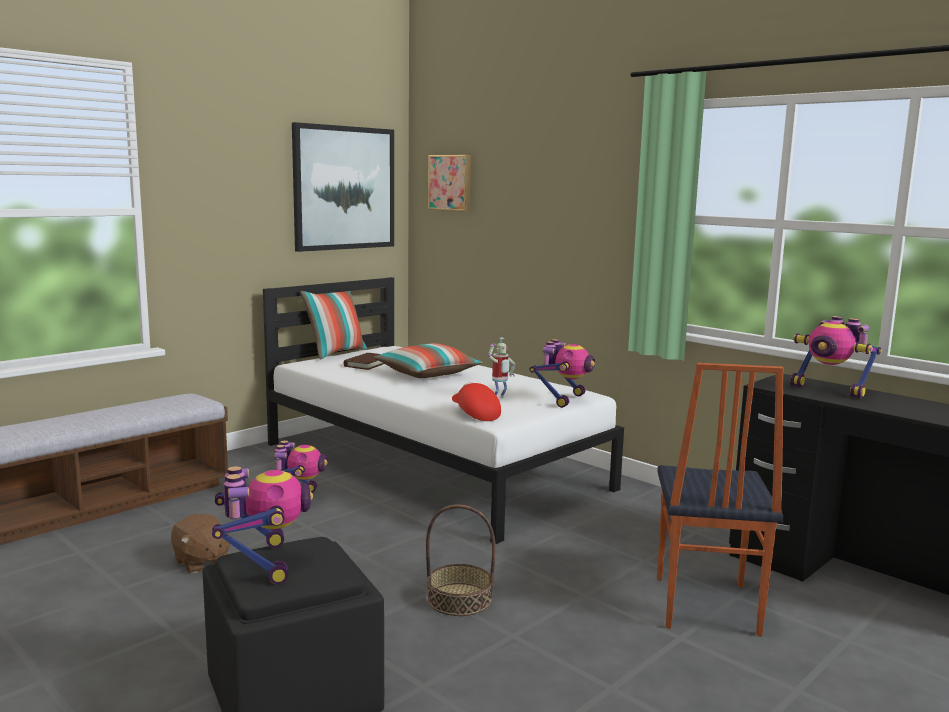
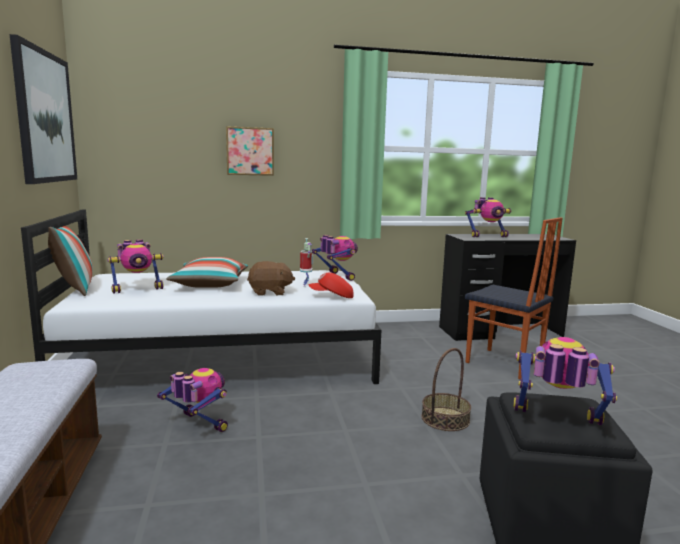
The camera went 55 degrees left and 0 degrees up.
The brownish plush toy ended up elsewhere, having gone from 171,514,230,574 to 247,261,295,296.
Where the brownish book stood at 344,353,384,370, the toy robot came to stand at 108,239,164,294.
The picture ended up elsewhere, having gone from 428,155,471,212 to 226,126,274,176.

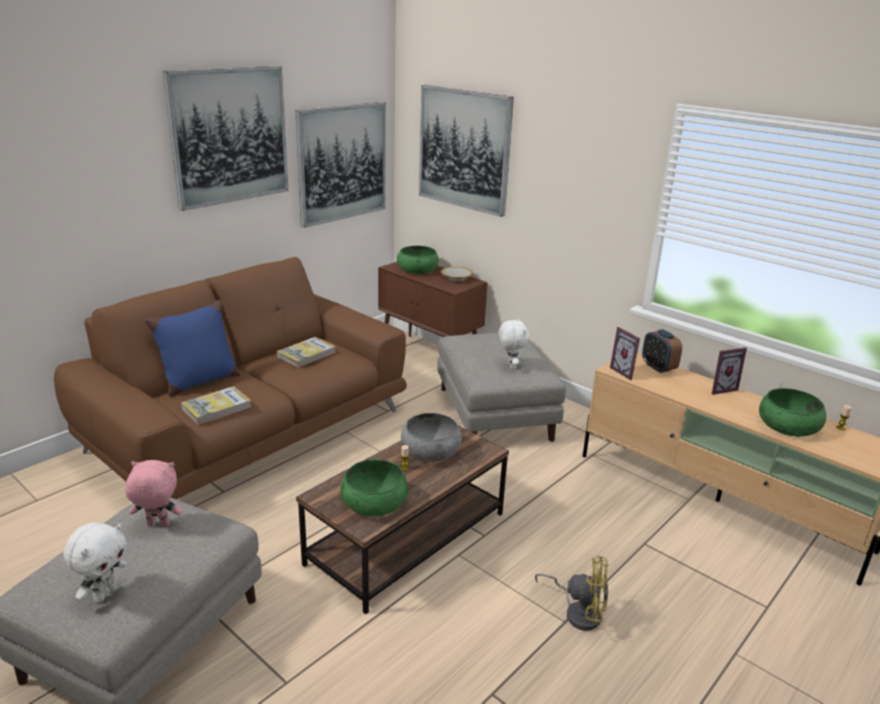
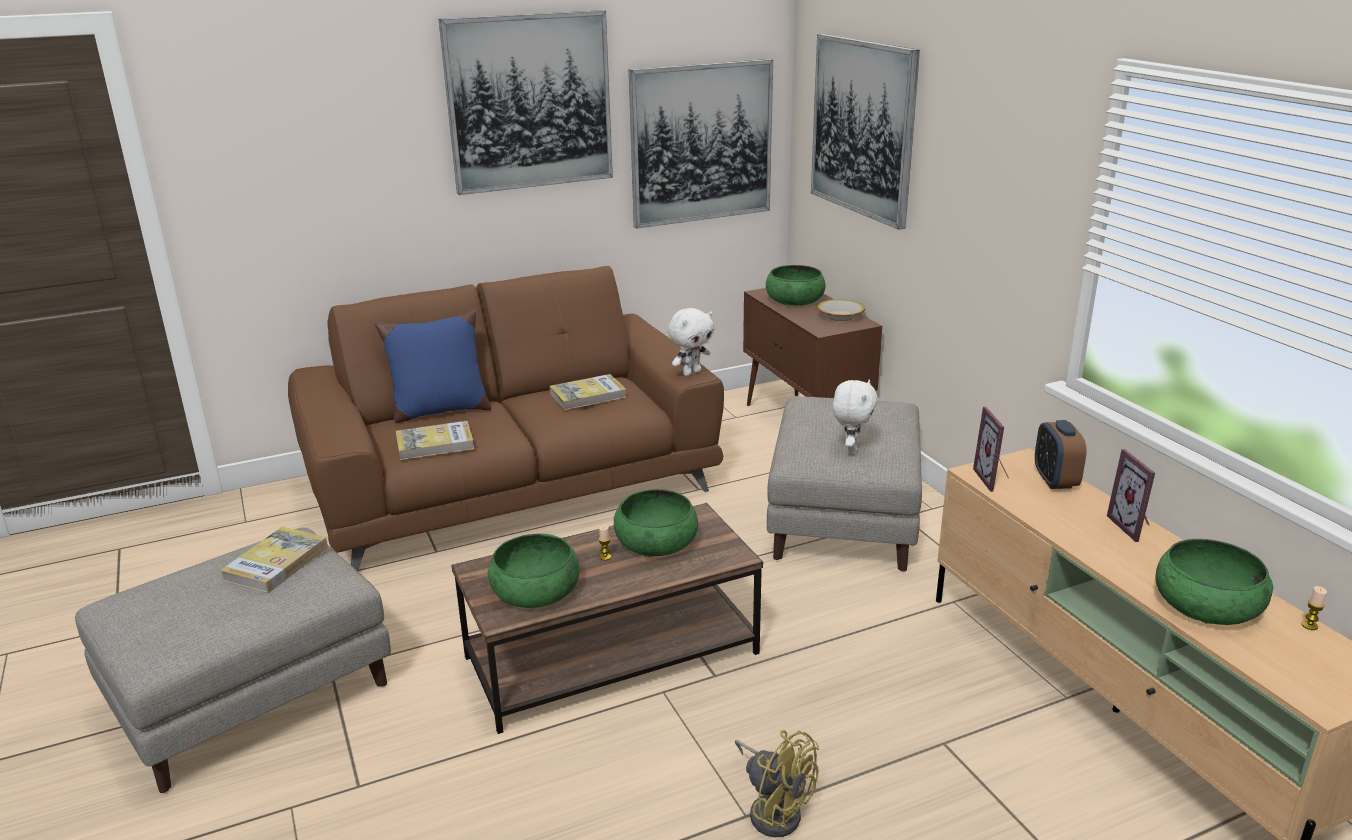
The camera went 25 degrees right and 0 degrees up.
The white-coloured plush toy ended up elsewhere, having gone from 63,522,127,603 to 668,308,714,376.
Where the pinkish plush toy stood at 125,460,182,526, the book came to stand at 220,527,328,593.
What was the greyish bowl at 401,413,462,462 turned into the greenish bowl at 614,489,698,557.
The picture frame at 712,347,747,395 ended up facing another way, 75 degrees clockwise from before.

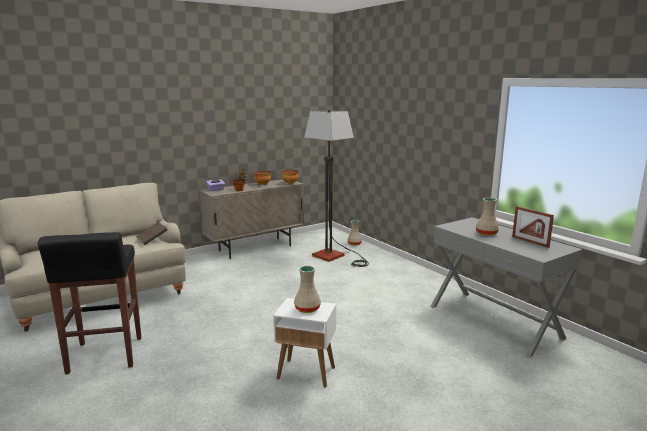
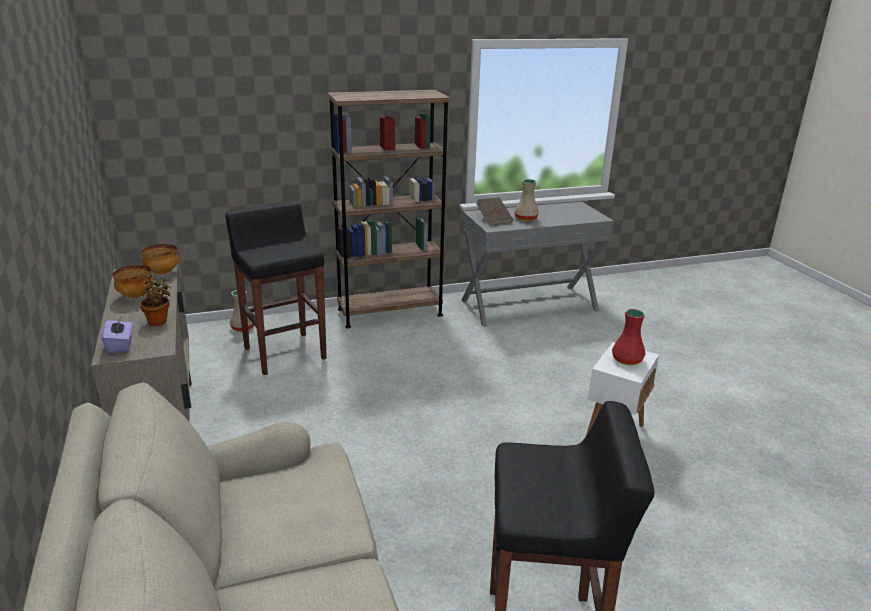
The camera went 75 degrees left and 10 degrees up.
The brownish book ended up elsewhere, having gone from 135,222,167,245 to 476,197,513,225.
What was the beige-coloured flower vase at 294,266,321,313 turned into the red-coloured flower vase at 612,309,646,365.
Where the standing lamp stood at 304,109,369,267, the black-coloured stool seat came to stand at 225,202,327,375.
The second view lost the picture frame at 512,206,554,248.
The second view gained the brownish shelving unit at 327,90,451,328.

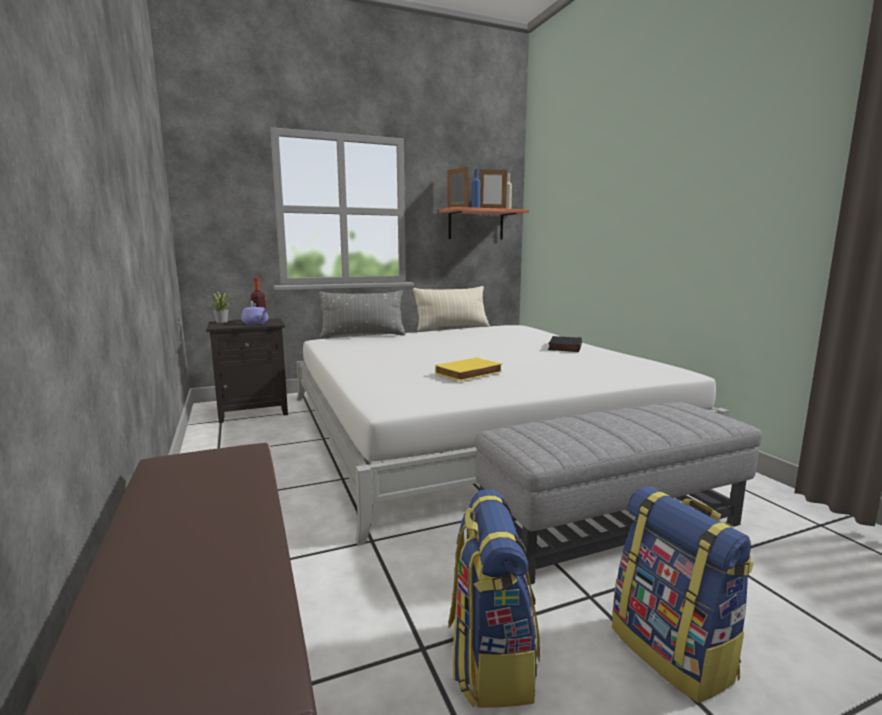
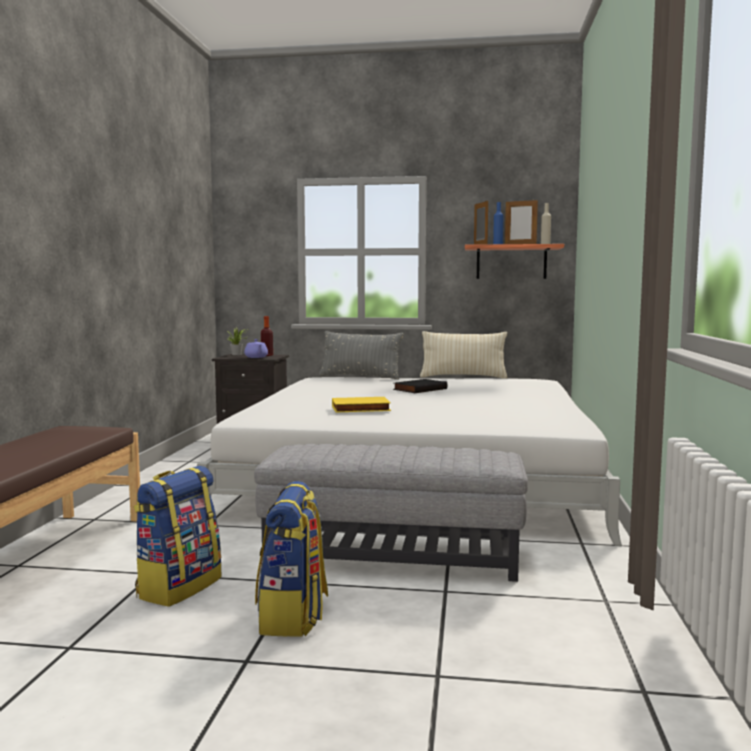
The camera went 30 degrees right and 5 degrees down.
The black-coloured book ended up elsewhere, having gone from 548,336,582,352 to 393,379,447,393.

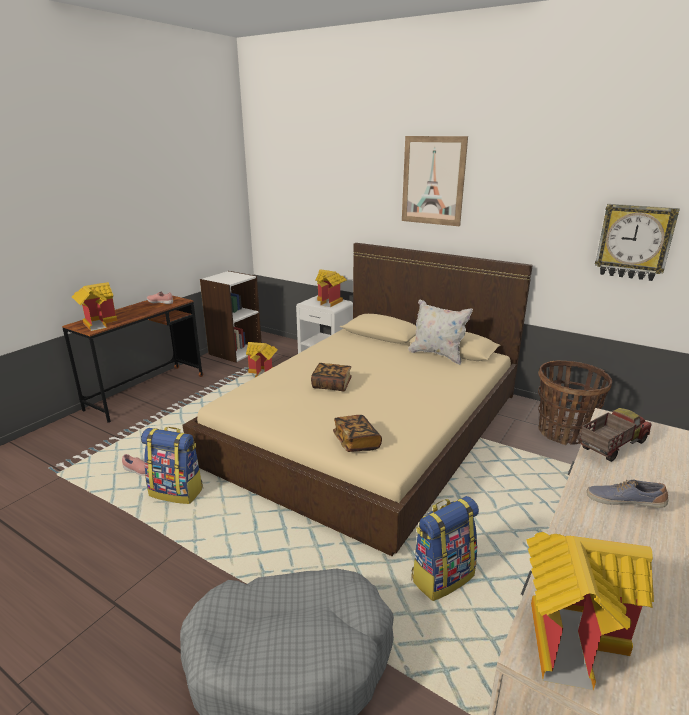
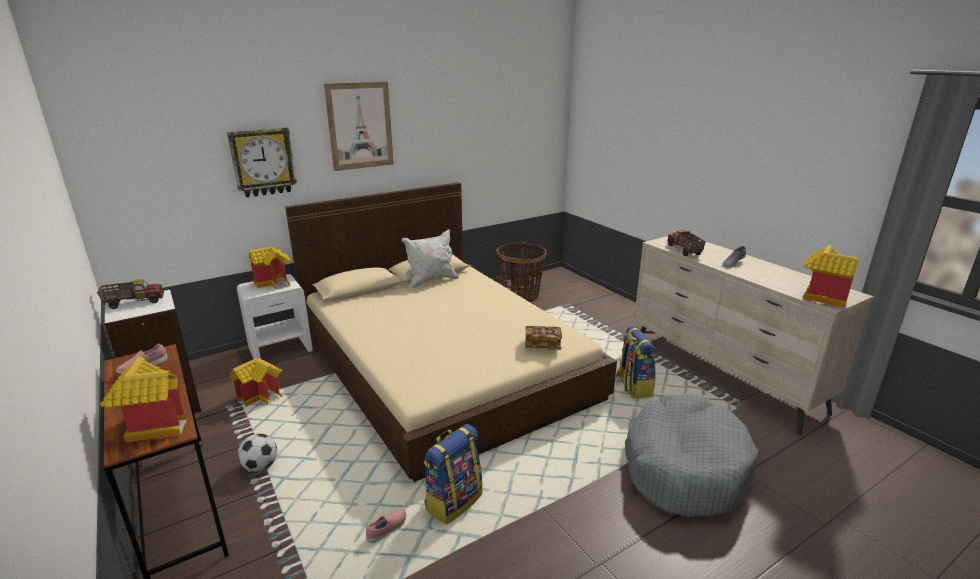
The camera went 65 degrees left and 0 degrees up.
The second view lost the book at 311,363,352,391.
The hanging clock ended up elsewhere, having gone from 595,204,680,281 to 227,128,297,198.
The second view gained the toy lorry at 97,279,164,309.
The second view gained the ball for football at 238,434,277,472.

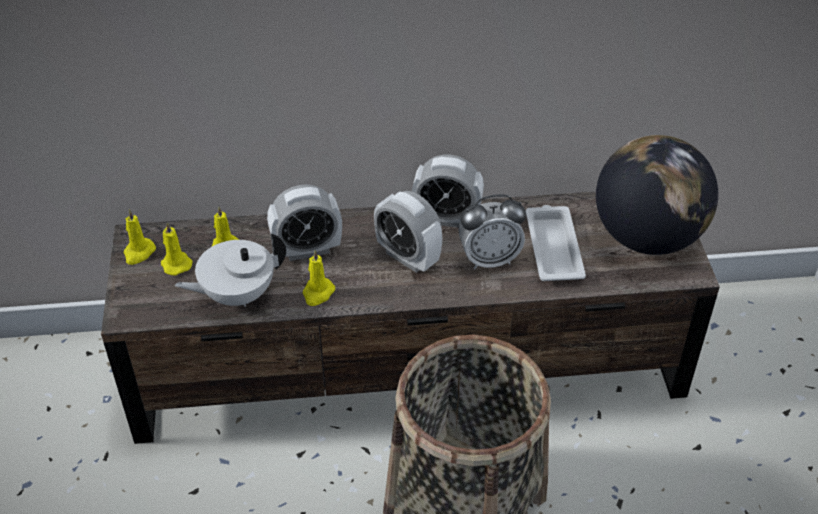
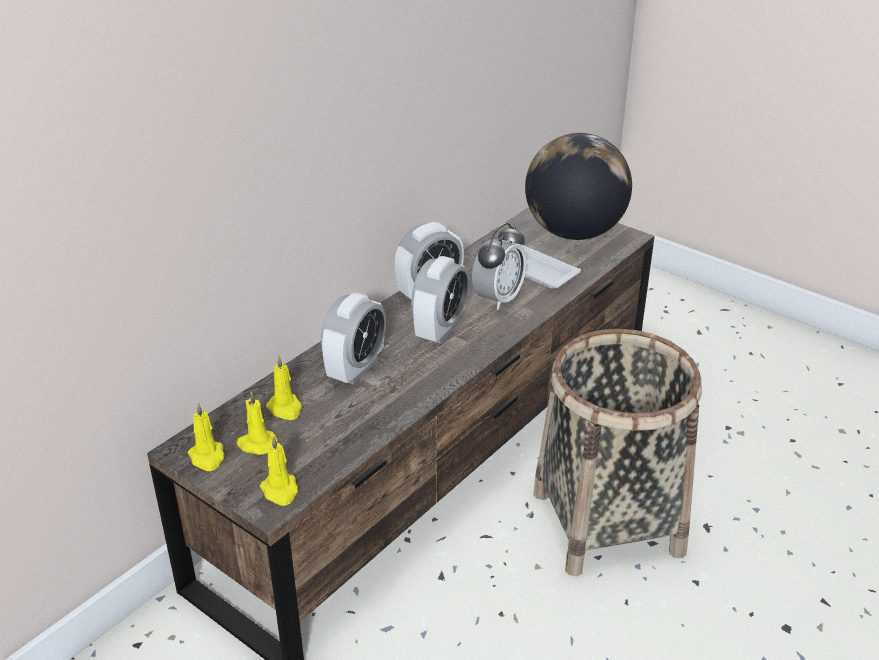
The camera went 45 degrees left and 10 degrees down.
The second view lost the white-coloured pot for tea at 175,233,286,307.
The yellowish candle ended up elsewhere, having gone from 303,250,335,306 to 260,435,298,506.
The table clock at 374,191,443,273 ended up facing another way, 60 degrees counterclockwise from before.

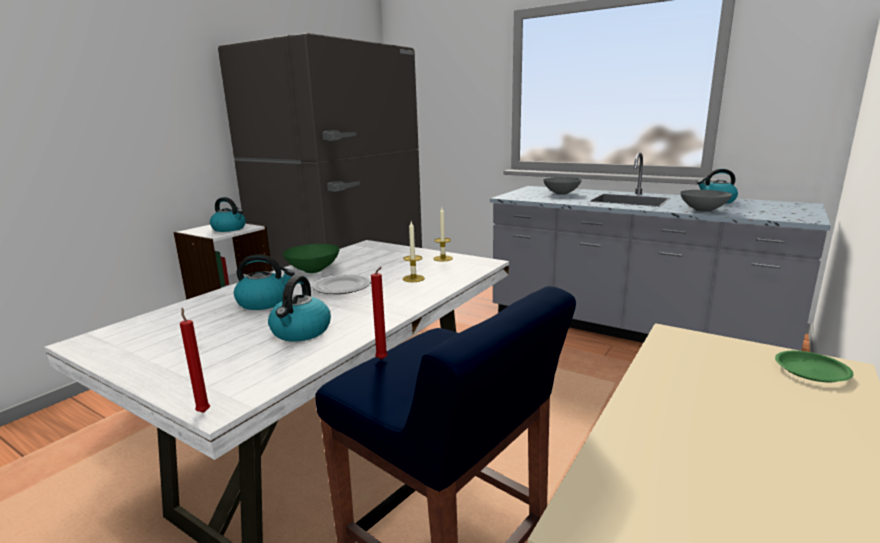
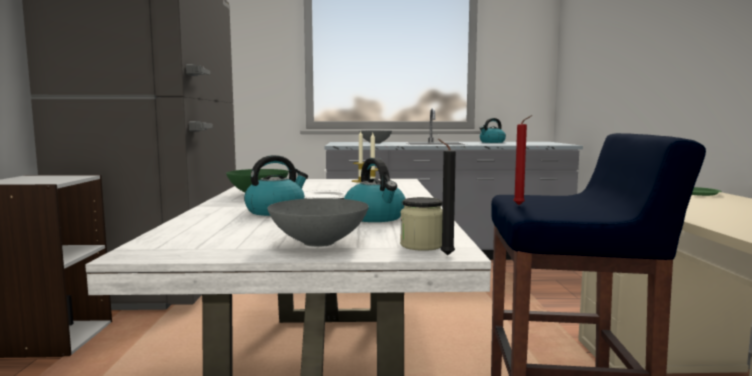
The camera went 35 degrees left and 10 degrees down.
What was the red-coloured candle at 180,308,210,413 turned into the black-coloured candle at 438,139,456,255.
The second view lost the kettle at 210,197,246,232.
The greyish bowl ended up elsewhere, having gone from 680,190,732,212 to 267,198,369,247.
The second view gained the jar at 400,197,443,251.

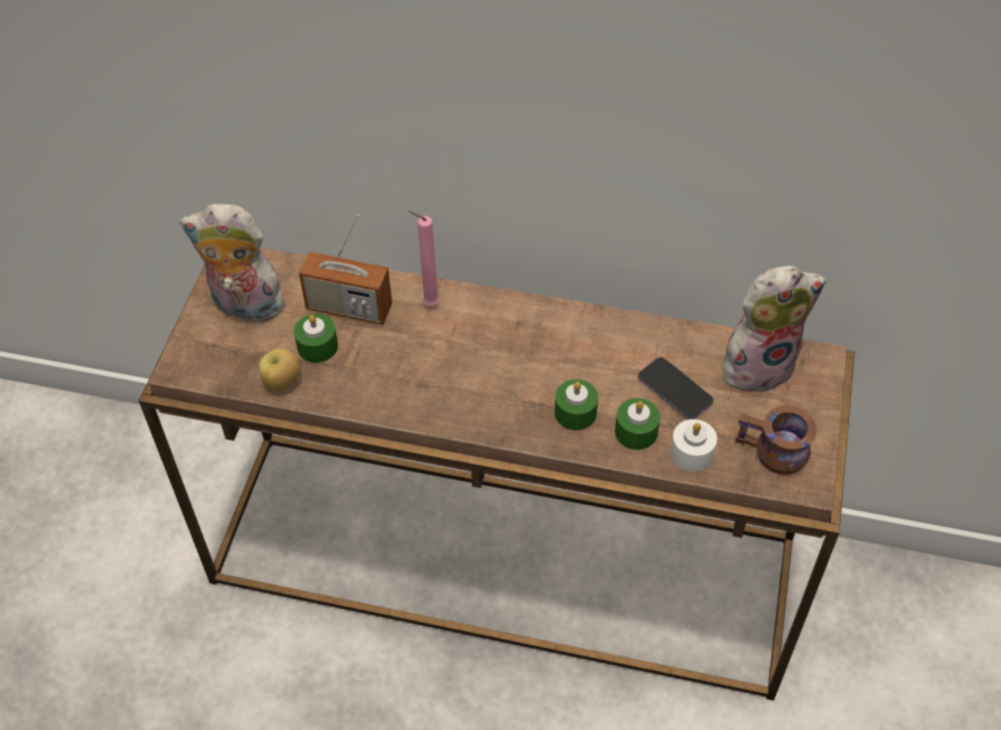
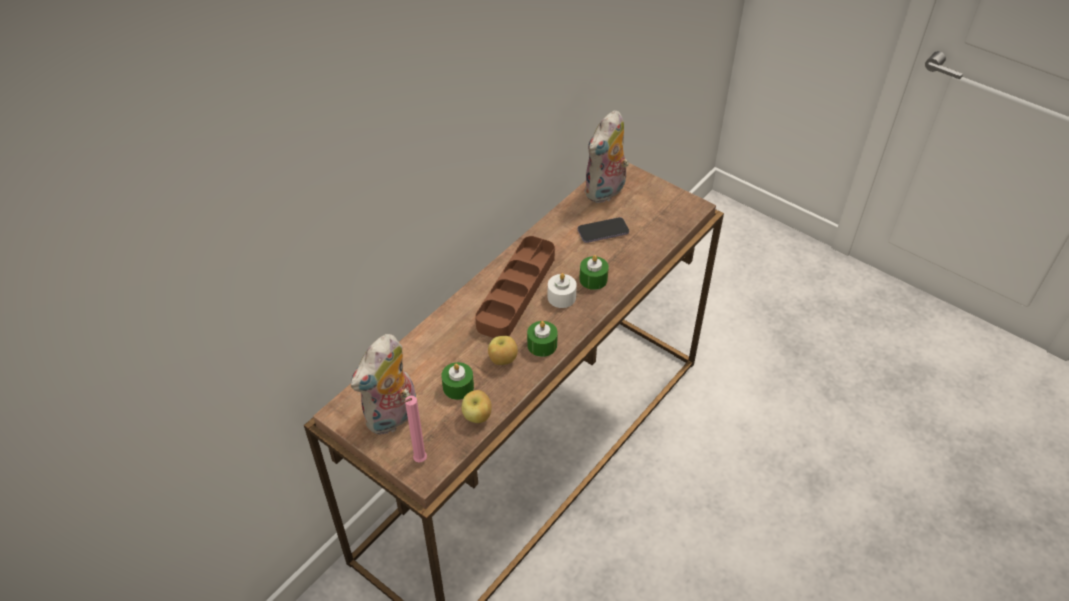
The camera went 65 degrees left and 5 degrees down.
The second view lost the radio set at 299,214,392,325.
The pinkish candle ended up elsewhere, having gone from 409,211,439,306 to 403,396,427,463.
The greenish candle ended up elsewhere, having gone from 615,398,660,450 to 527,321,558,357.
The white-coloured candle ended up elsewhere, having gone from 670,419,717,472 to 547,273,577,308.
The plush toy at 723,266,827,396 ended up facing another way, 150 degrees counterclockwise from before.
The second view lost the brownish mug at 735,405,817,475.
The second view gained the brownish carrying tray at 475,236,555,338.
The second view gained the apple fruit at 488,336,518,365.

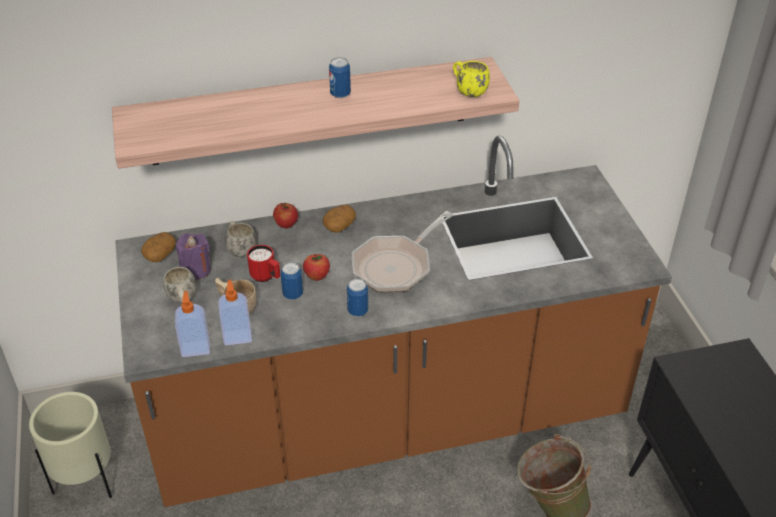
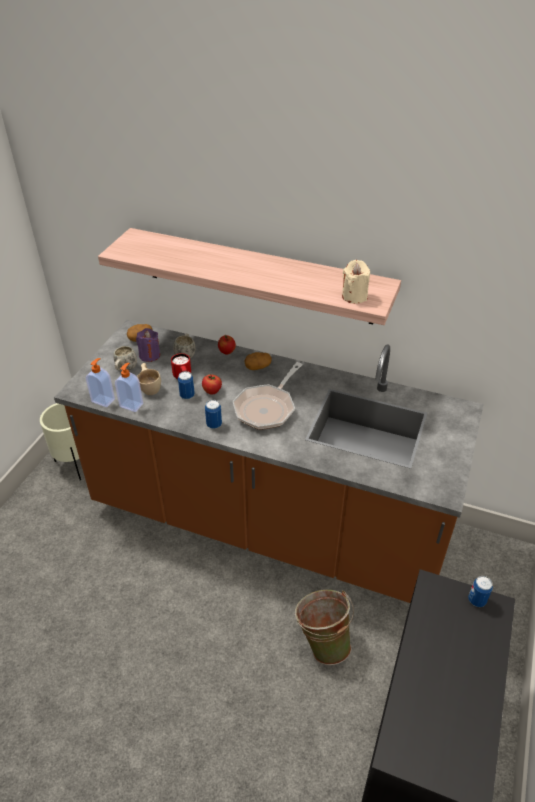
The camera went 35 degrees right and 0 degrees up.
The can ended up elsewhere, having gone from 329,57,351,98 to 468,576,493,607.
The pan at 352,211,453,292 ended up facing another way, 45 degrees counterclockwise from before.
Where the yellowish mug stood at 453,61,490,97, the beige-coloured candle came to stand at 342,260,370,304.

